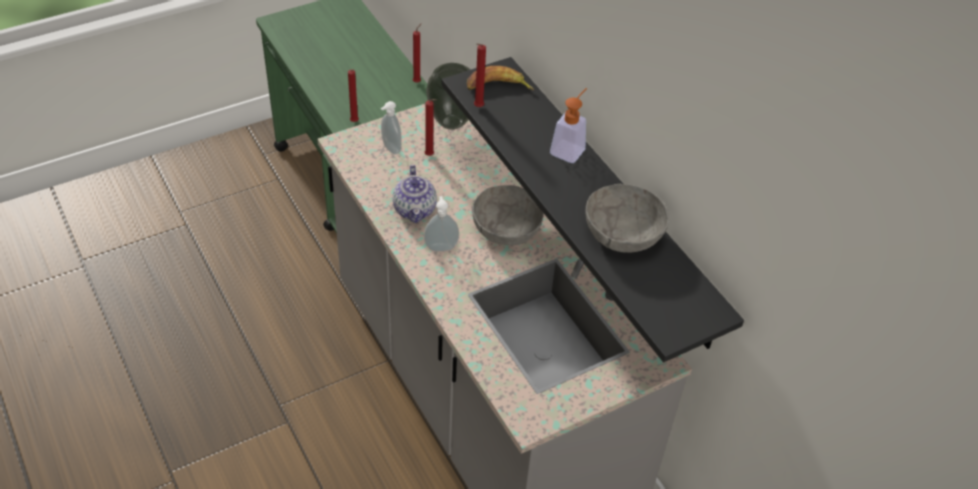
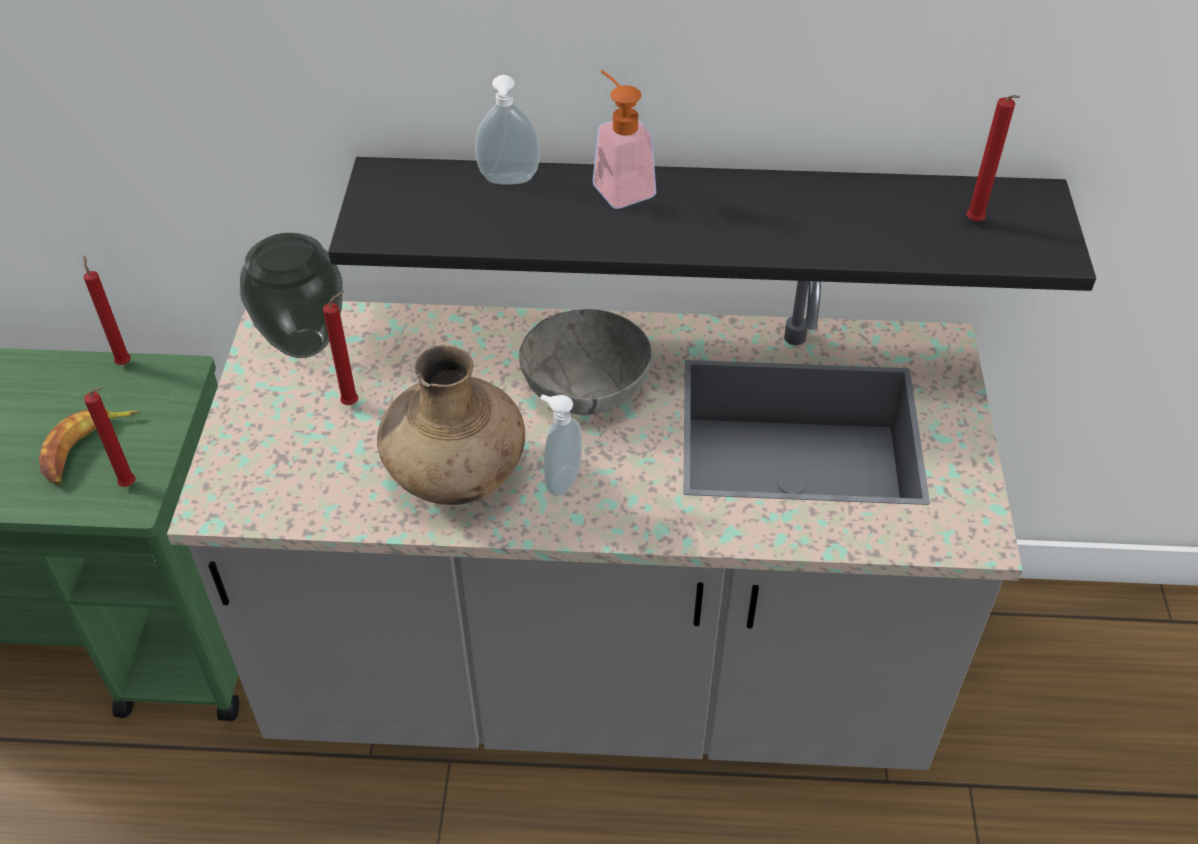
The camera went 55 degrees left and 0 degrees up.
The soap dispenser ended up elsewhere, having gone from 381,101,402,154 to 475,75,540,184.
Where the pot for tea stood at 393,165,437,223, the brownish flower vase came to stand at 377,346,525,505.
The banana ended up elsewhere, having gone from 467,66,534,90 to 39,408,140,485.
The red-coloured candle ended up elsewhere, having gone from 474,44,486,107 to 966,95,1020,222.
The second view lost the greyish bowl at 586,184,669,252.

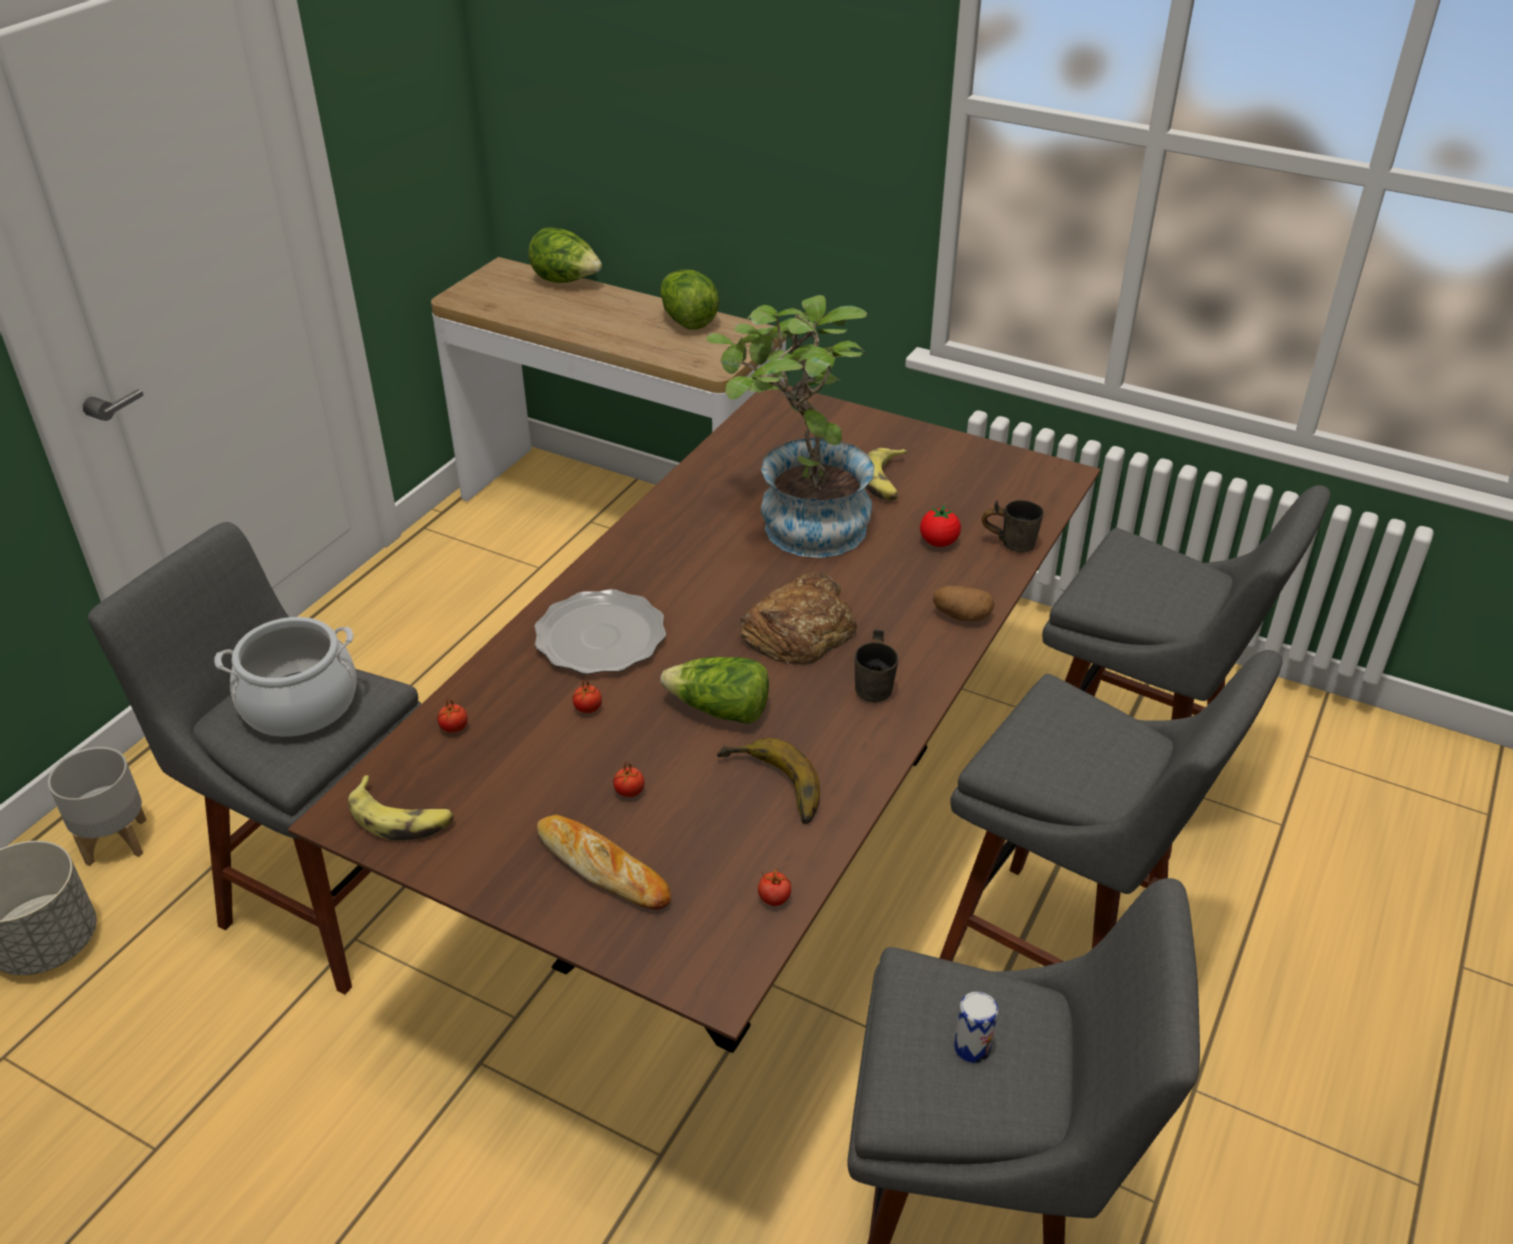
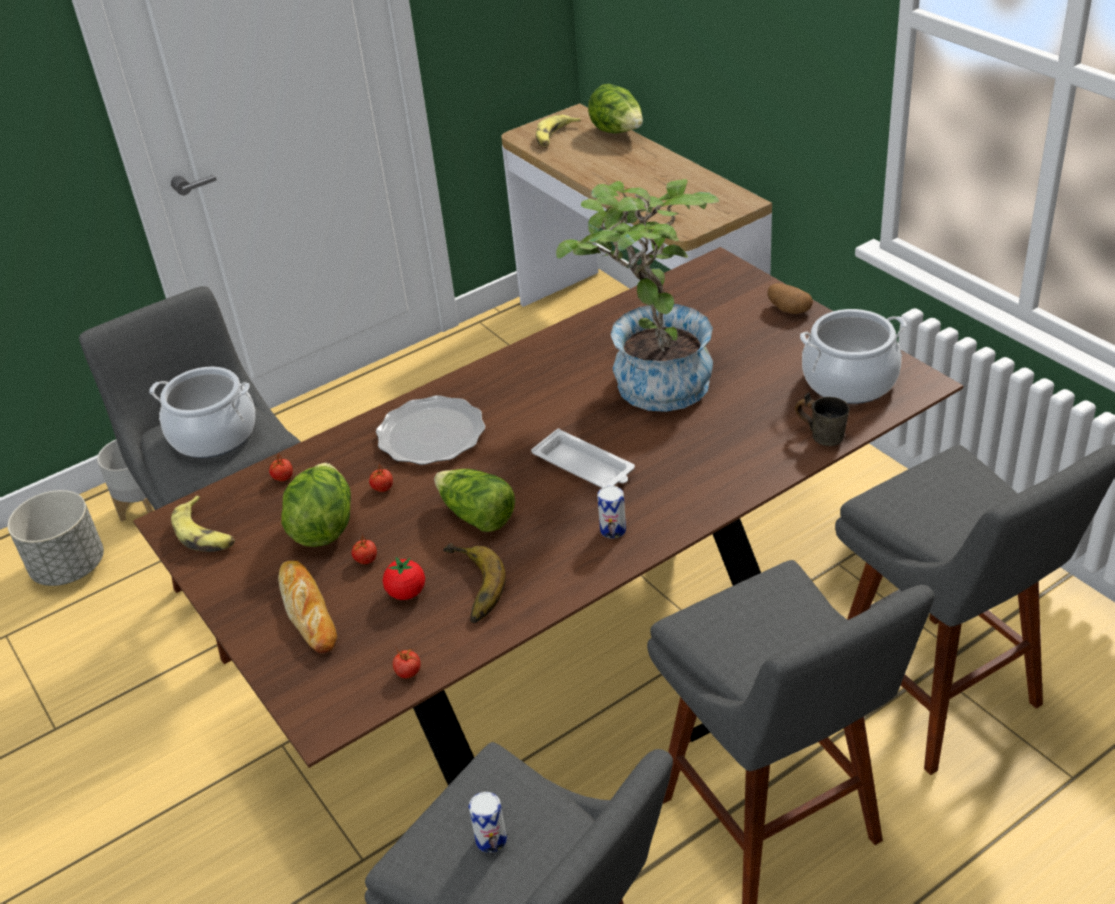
The camera went 30 degrees right and 0 degrees up.
The head of lettuce ended up elsewhere, having gone from 660,270,719,330 to 281,463,351,547.
Where the bread stood at 740,573,857,664, the white-coloured carrying tray came to stand at 531,428,635,488.
Where the greyish mug stood at 855,630,899,702, the can came to stand at 597,486,626,539.
The banana ended up elsewhere, having gone from 866,448,907,501 to 536,115,581,147.
The fresh tomato ended up elsewhere, having gone from 920,505,961,547 to 383,557,425,600.
The spud ended up elsewhere, having gone from 933,586,995,621 to 767,283,813,314.
The second view gained the stockpot at 800,309,907,404.

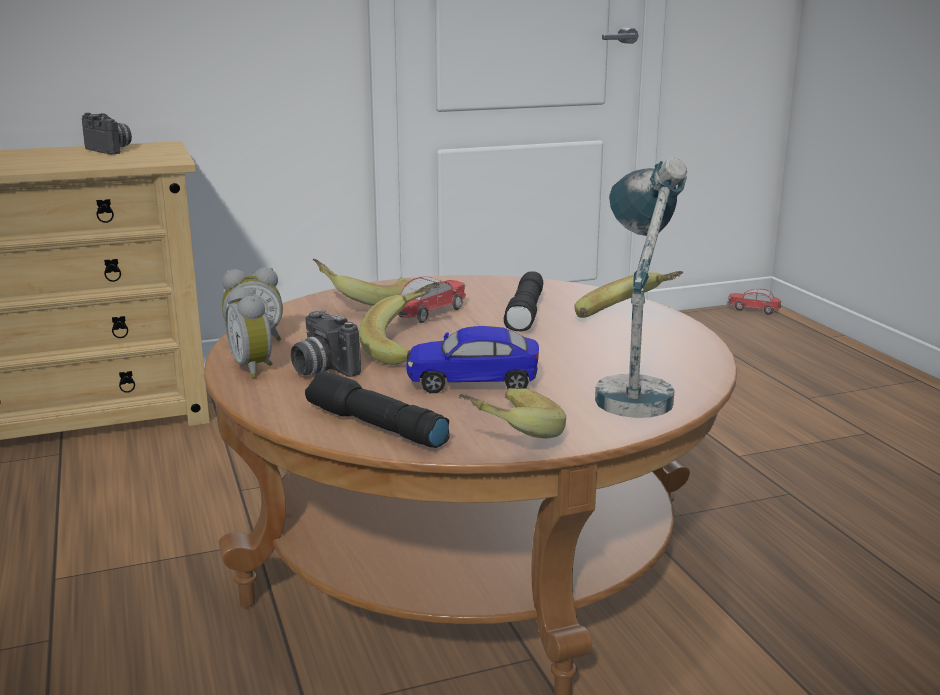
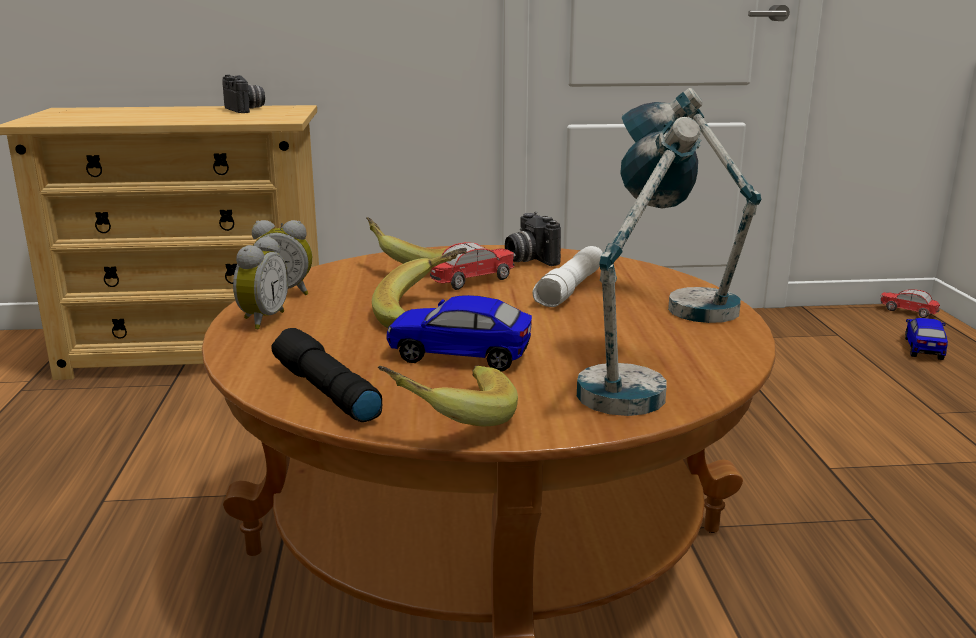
The camera went 15 degrees right and 0 degrees up.
The table clock at 225,286,273,378 ended up facing another way, 150 degrees counterclockwise from before.
The photo camera ended up elsewhere, having gone from 291,310,361,377 to 505,212,561,266.
What was the black-coloured torch at 504,271,543,331 turned into the white-coloured torch at 532,246,603,307.
Where the banana stood at 575,271,683,318, the lamp for a table came to stand at 622,88,761,323.
The second view gained the model car at 905,318,948,360.

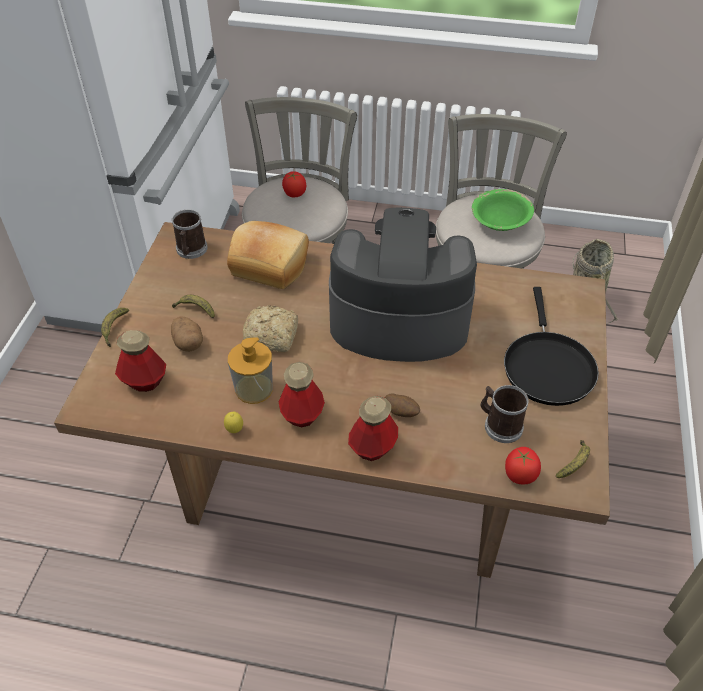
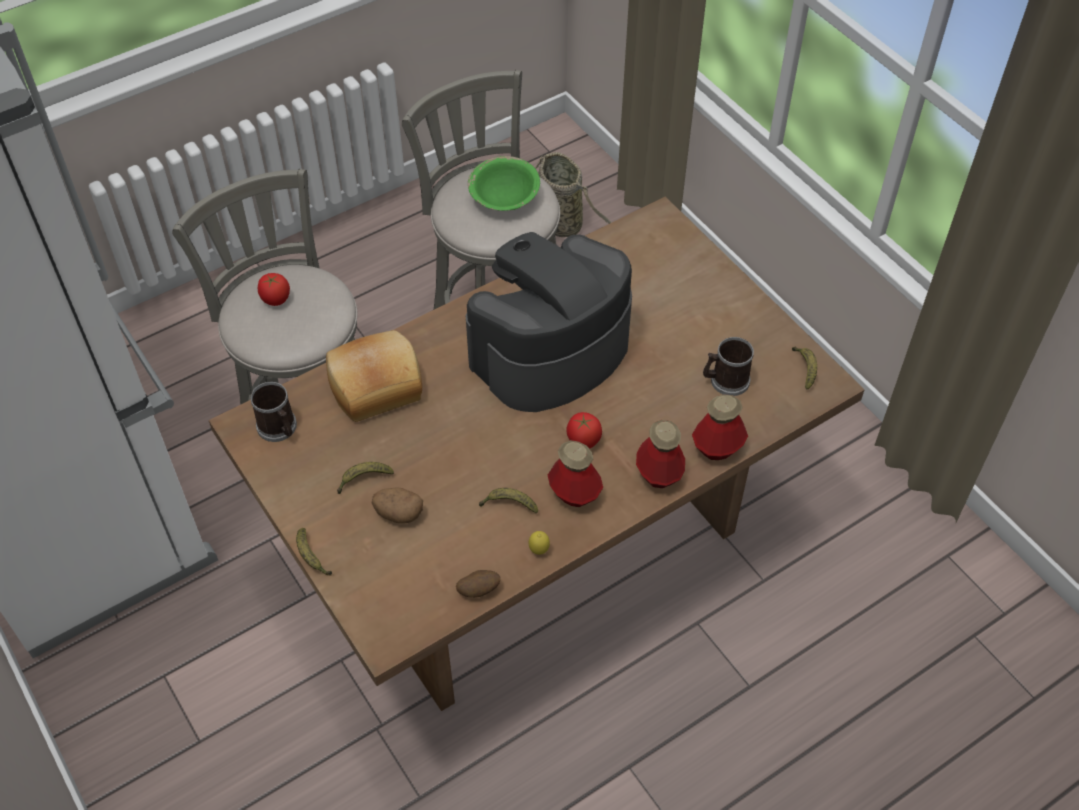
The camera went 45 degrees left and 5 degrees up.
The beverage bottle ended up elsewhere, having gone from 115,330,166,392 to 692,395,748,460.
Where the soap dispenser stood at 228,337,273,404, the banana came to stand at 479,488,538,514.
The second view lost the bread at 243,305,298,352.
The spud ended up elsewhere, having gone from 385,393,420,417 to 456,570,500,598.
The second view lost the black-coloured pan at 504,287,599,406.
The fresh tomato ended up elsewhere, having gone from 505,447,541,484 to 566,412,602,449.

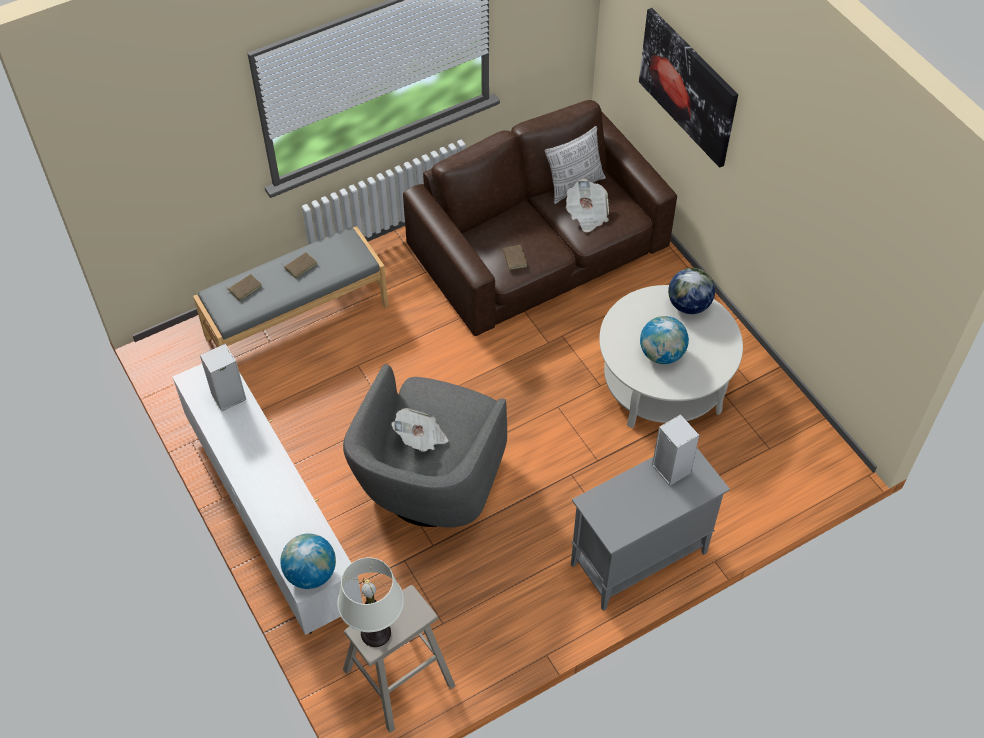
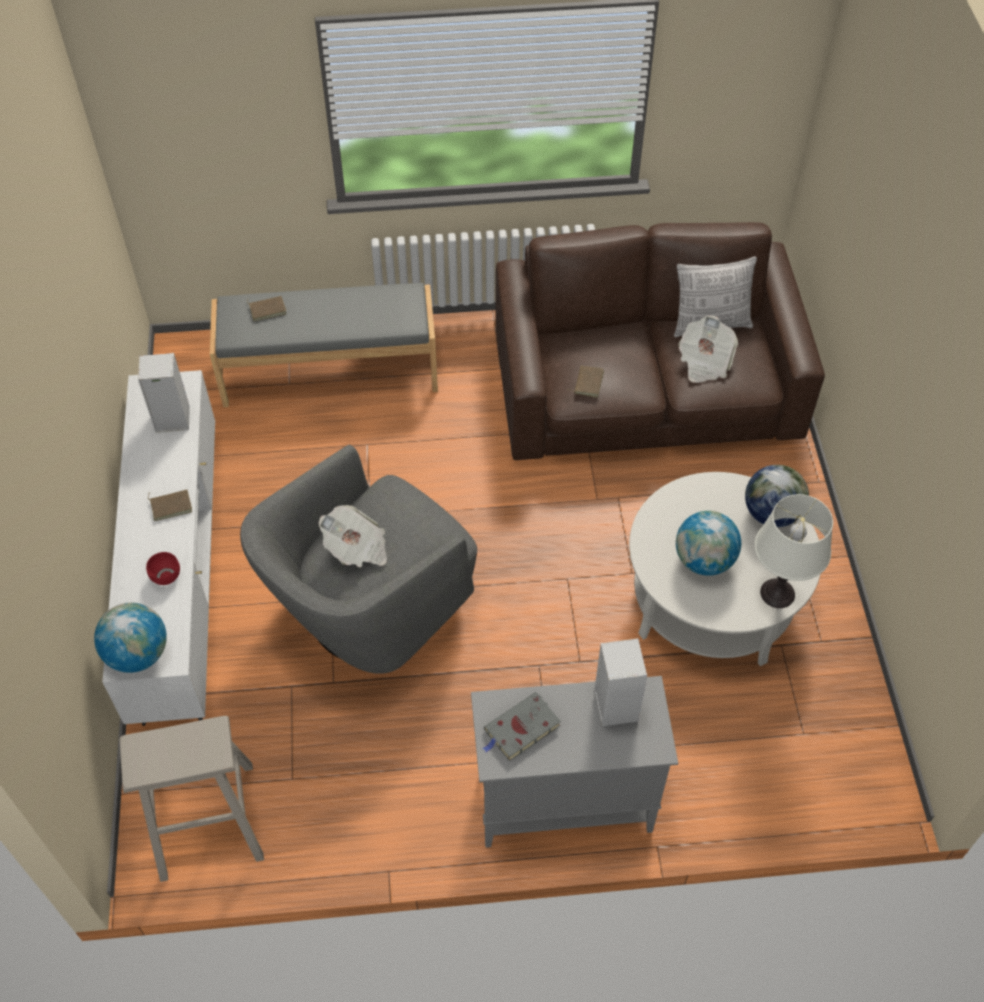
The camera went 25 degrees right and 0 degrees up.
The brownish book ended up elsewhere, having gone from 281,252,317,279 to 148,490,192,521.
The white-coloured lamp for a table ended up elsewhere, having gone from 337,557,404,647 to 755,494,833,608.
The second view lost the picture at 639,8,738,168.
The second view gained the red-coloured bowl at 146,552,180,585.
The second view gained the greyish book at 482,692,561,761.

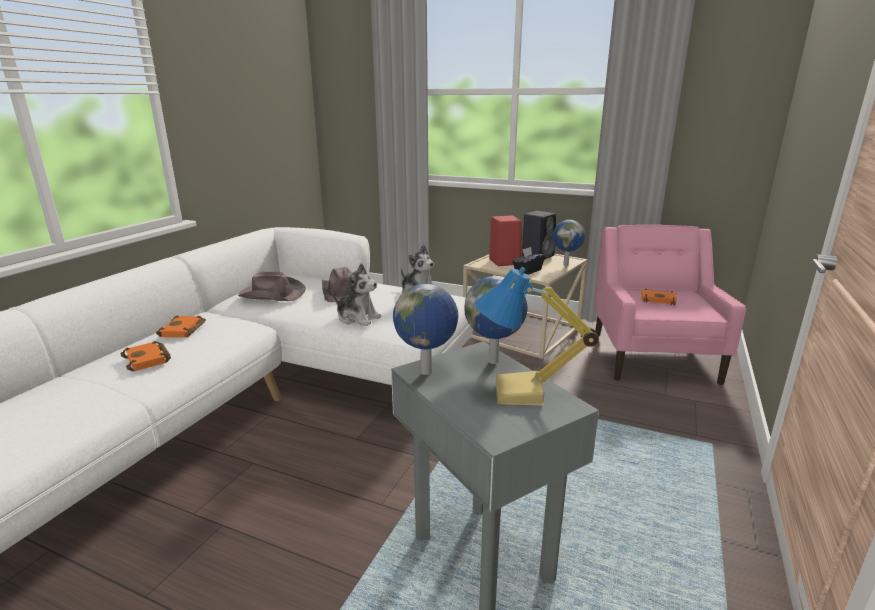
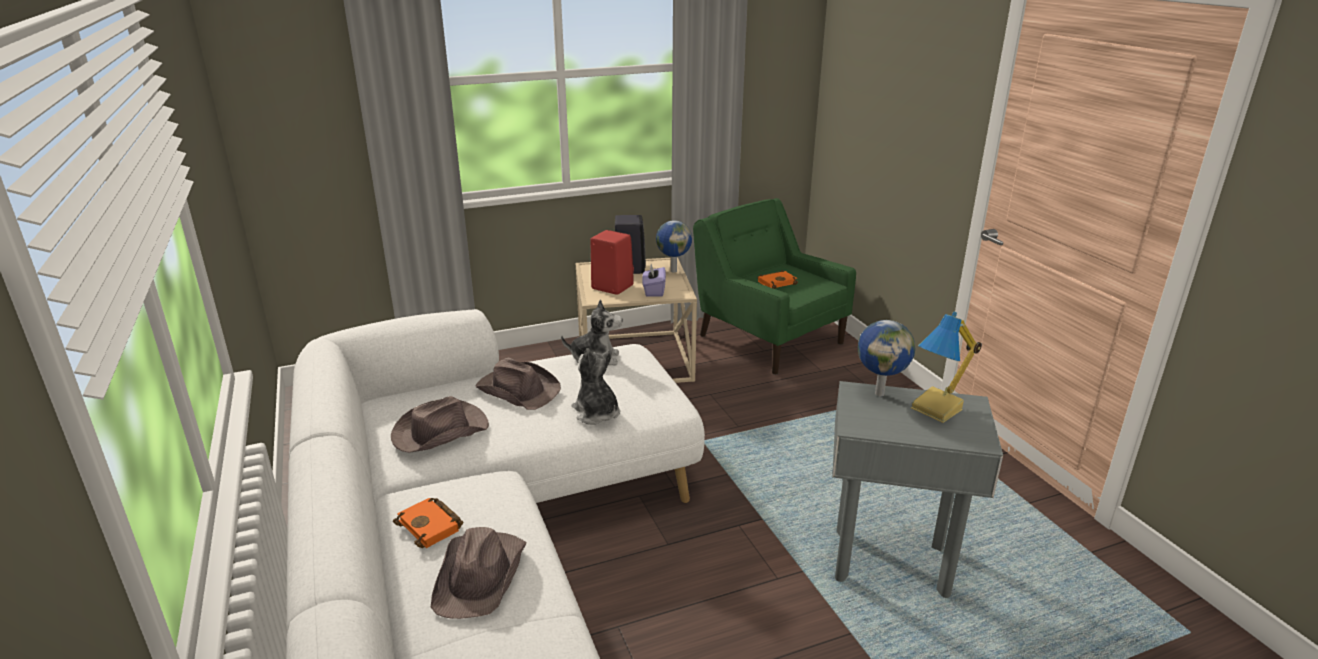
The camera went 45 degrees left and 5 degrees up.
Where the orange book stood at 120,341,171,371, the brownish hat came to stand at 431,527,526,619.
The plush toy at 332,263,381,326 ended up facing another way, 105 degrees counterclockwise from before.
The second view lost the desk globe at 393,284,458,375.
What was the black-coloured tissue box at 512,247,545,275 turned into the purple-coloured tissue box at 642,264,666,296.
What was the pinkish lounge chair at 595,225,746,385 turned into the greenish lounge chair at 693,198,856,375.

